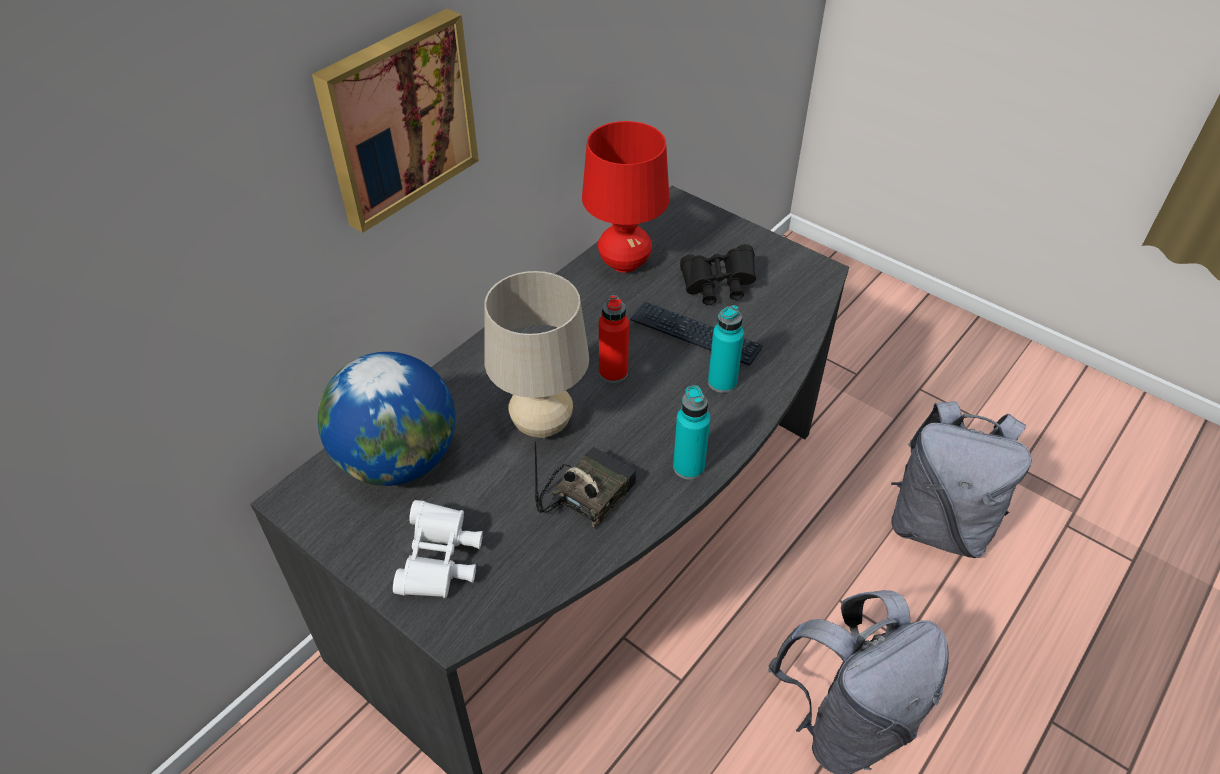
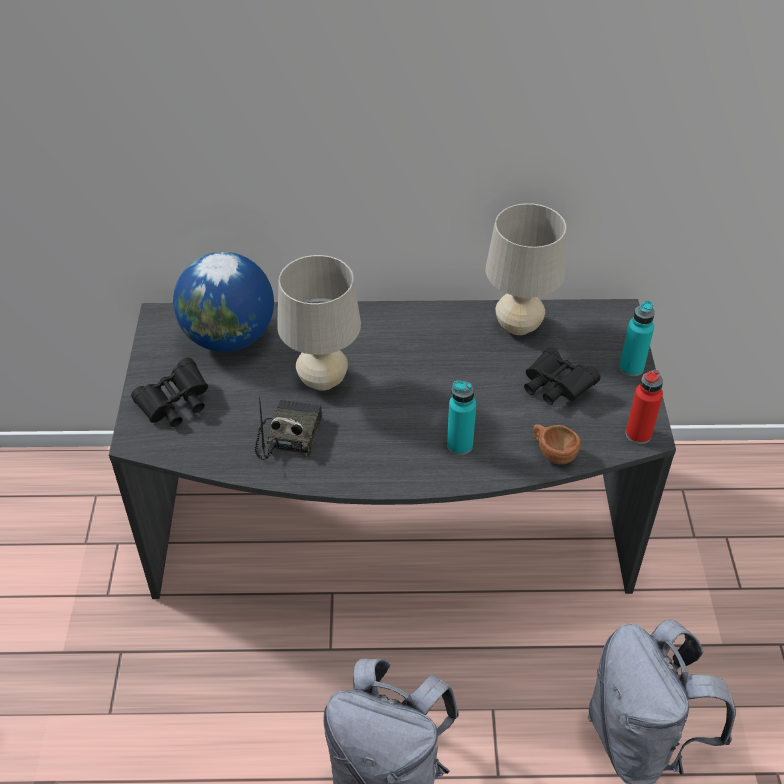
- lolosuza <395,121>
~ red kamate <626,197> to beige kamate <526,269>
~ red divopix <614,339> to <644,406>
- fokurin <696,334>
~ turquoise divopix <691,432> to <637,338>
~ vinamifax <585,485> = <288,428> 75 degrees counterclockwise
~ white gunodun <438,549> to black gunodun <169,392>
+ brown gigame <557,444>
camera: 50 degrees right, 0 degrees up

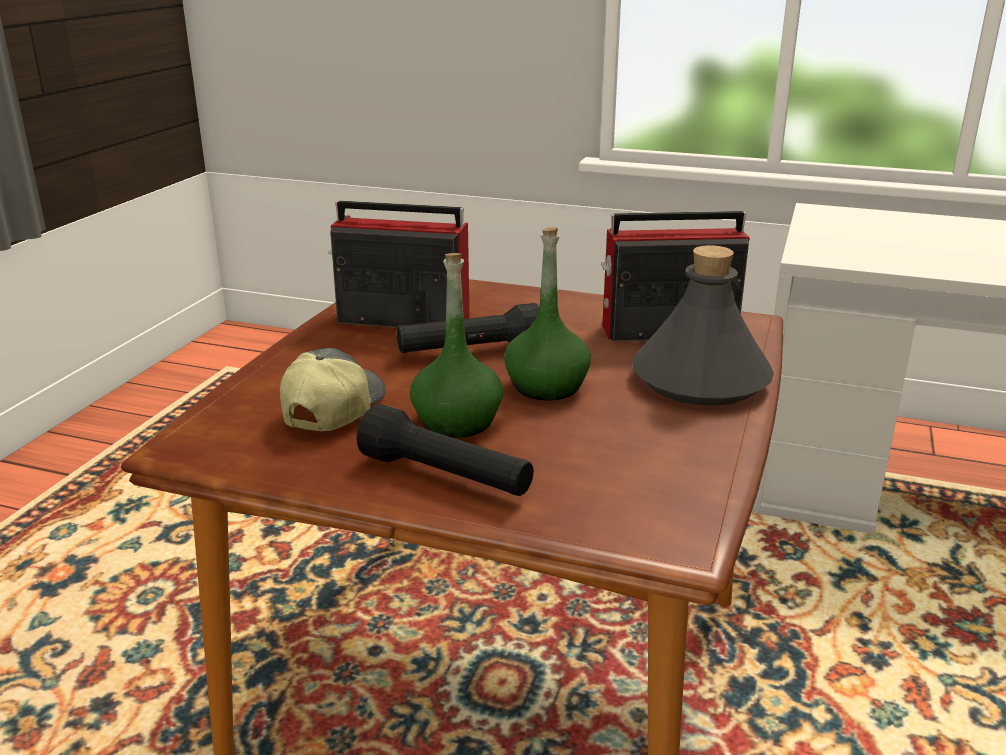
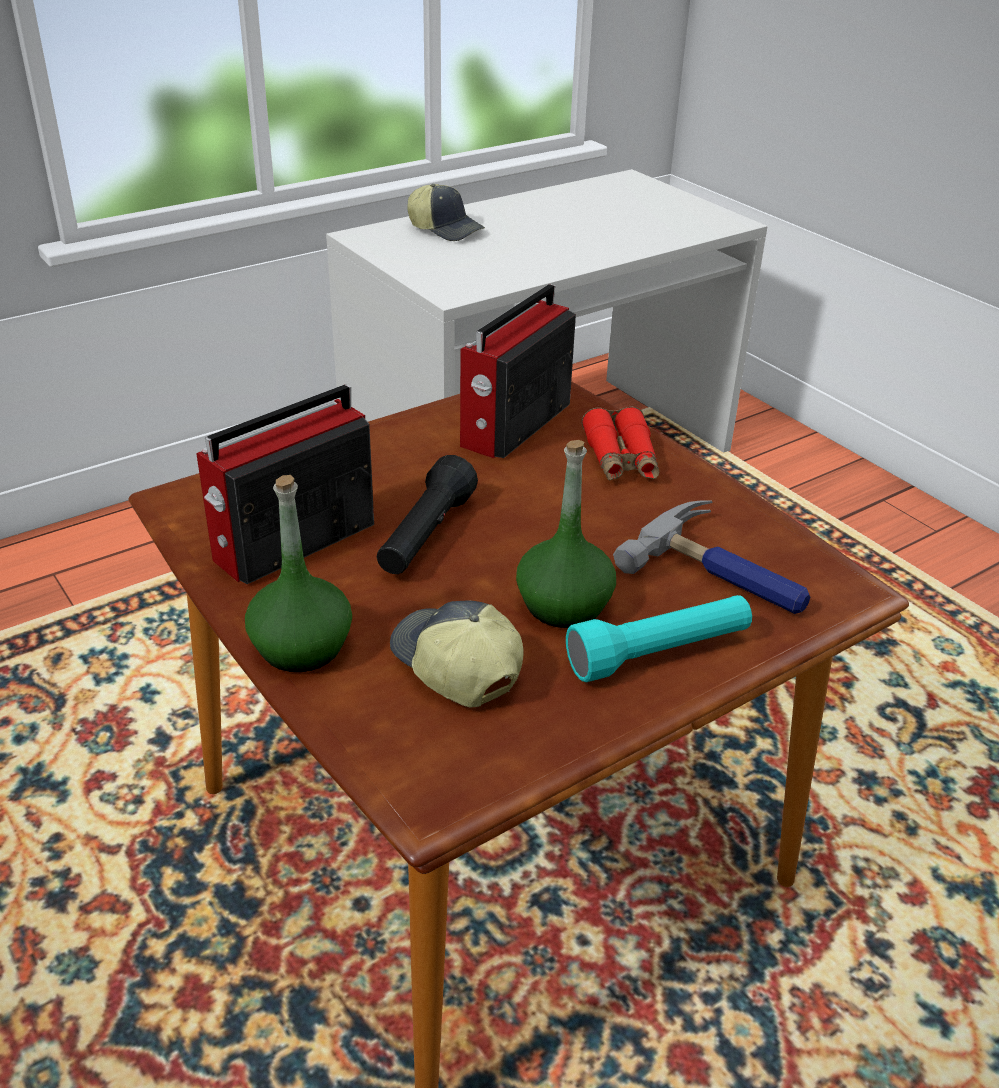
~ green divopix <547,314> to <298,573>
~ grey divopix <703,325> to red gunodun <620,444>
~ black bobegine <445,449> to turquoise bobegine <659,638>
+ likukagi <446,212>
+ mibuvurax <711,557>
camera: 55 degrees left, 10 degrees up

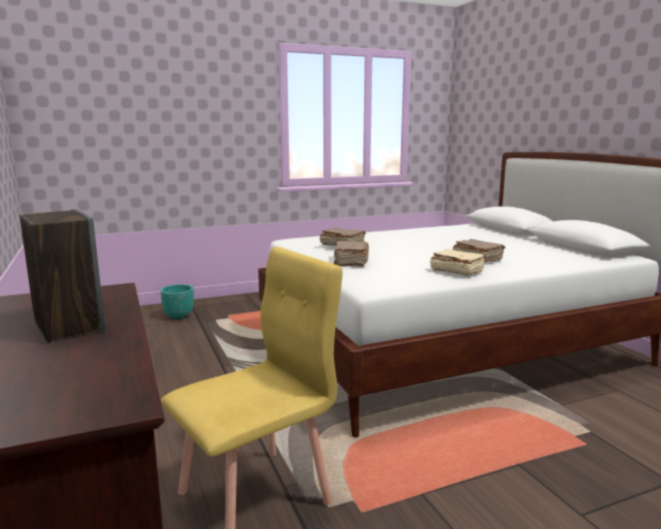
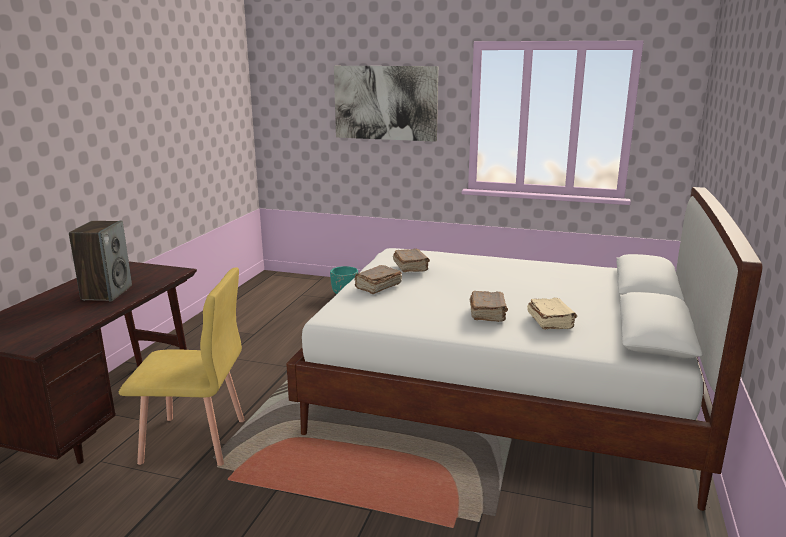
~ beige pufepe <458,262> to <552,313>
+ lolosuza <386,104>
camera: 40 degrees right, 5 degrees up

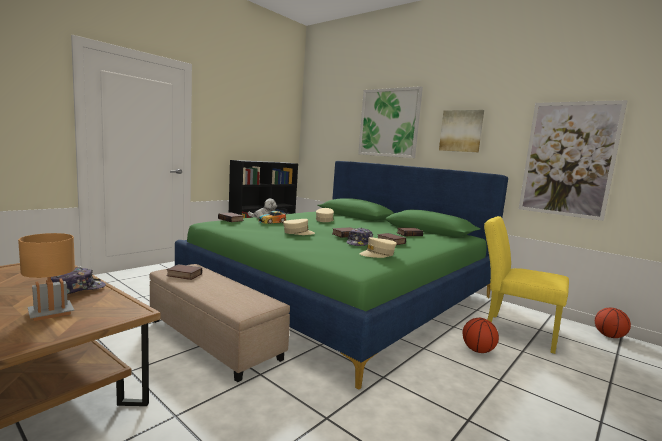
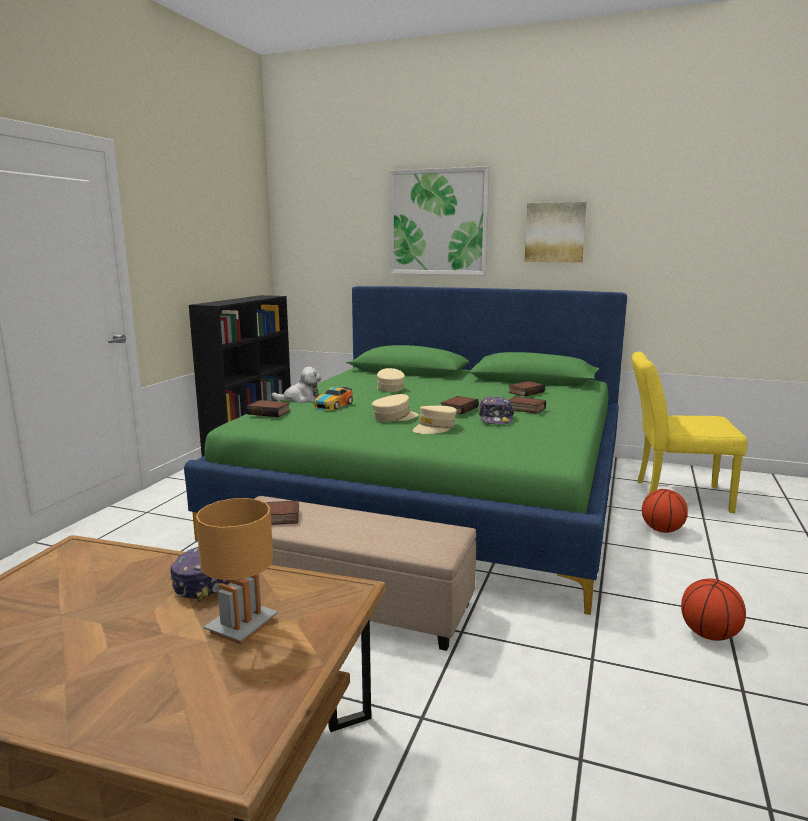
- lolosuza <573,160>
~ beige likukagi <378,247> to <435,420>
~ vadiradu <613,323> to <713,610>
camera: 20 degrees left, 5 degrees up

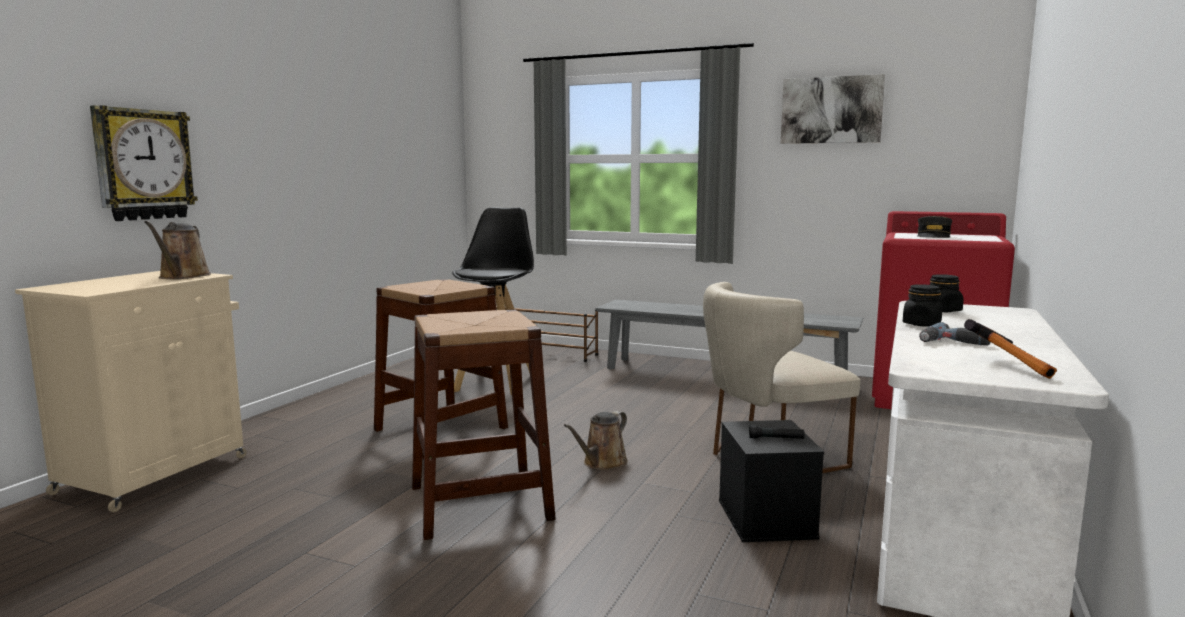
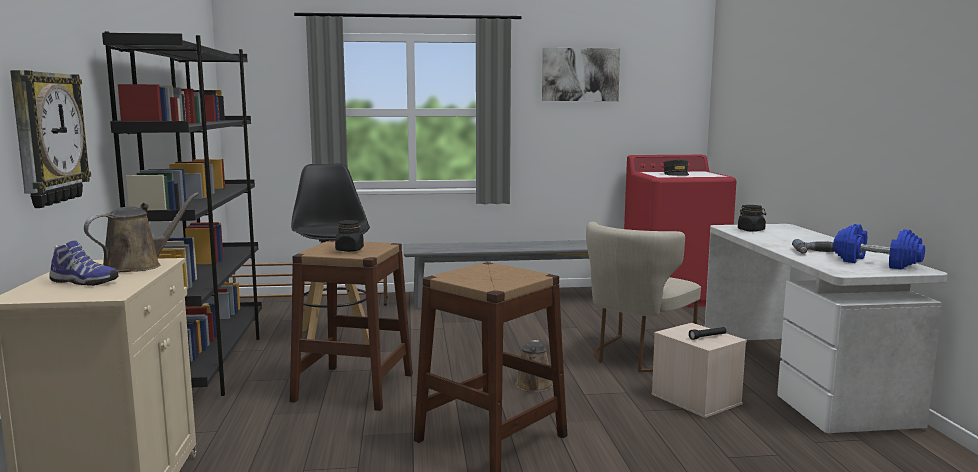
~ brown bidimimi <177,250> = <141,232> 105 degrees counterclockwise
~ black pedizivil <923,305> to <349,236>
~ mibuvurax <1010,349> to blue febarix <879,247>
~ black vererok <771,481> to beige vererok <699,370>
+ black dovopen <182,213>
+ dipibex <83,263>
camera: 30 degrees left, 0 degrees up

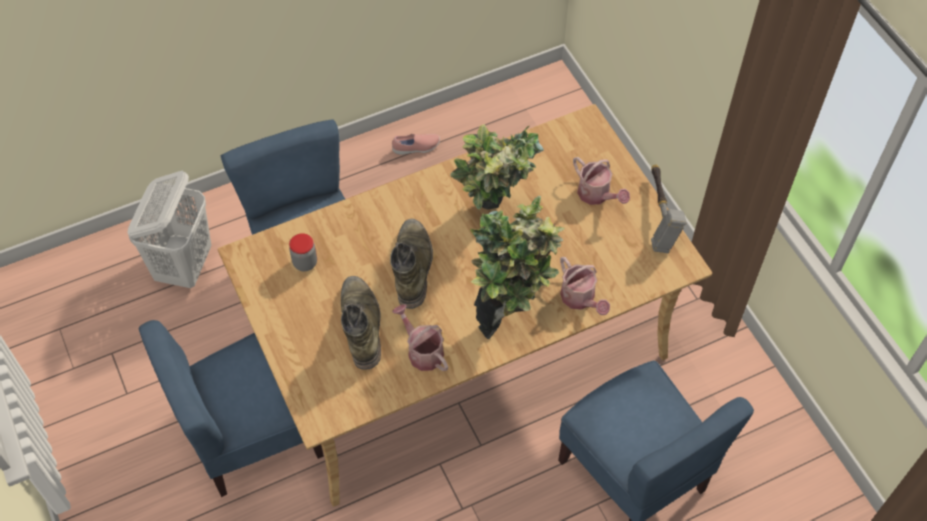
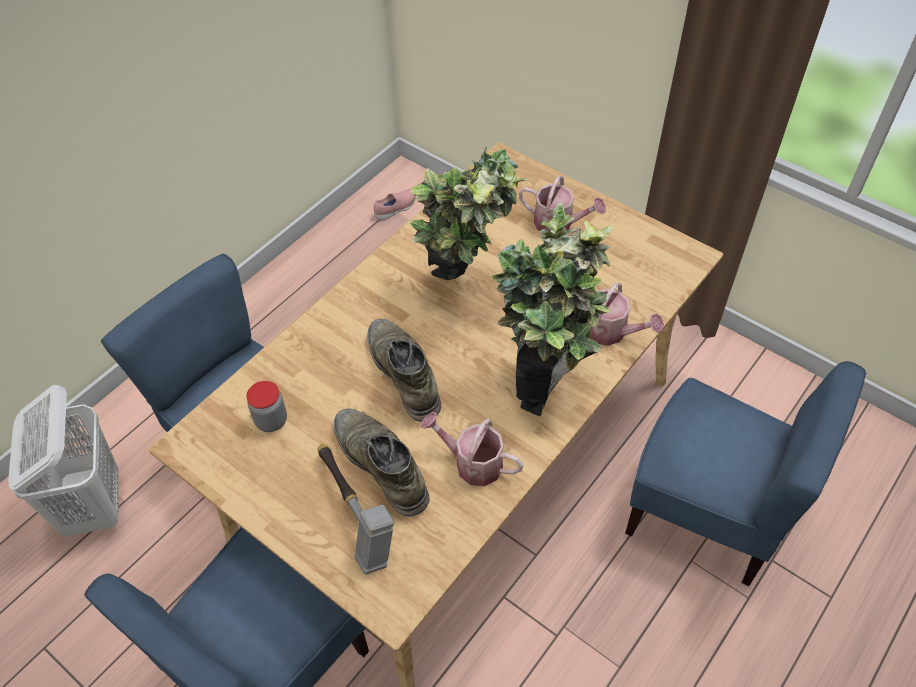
~ pink dipibex <416,144> to <395,204>
~ mibuvurax <668,209> to <356,509>
camera: 25 degrees left, 5 degrees down

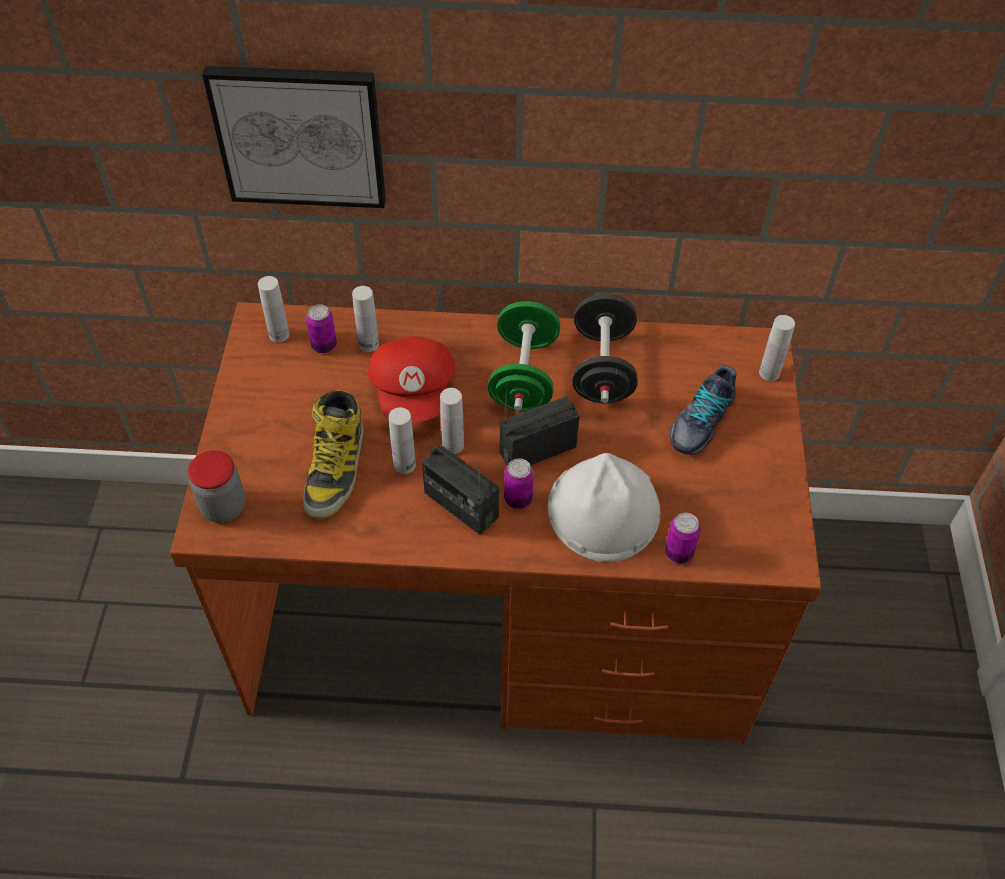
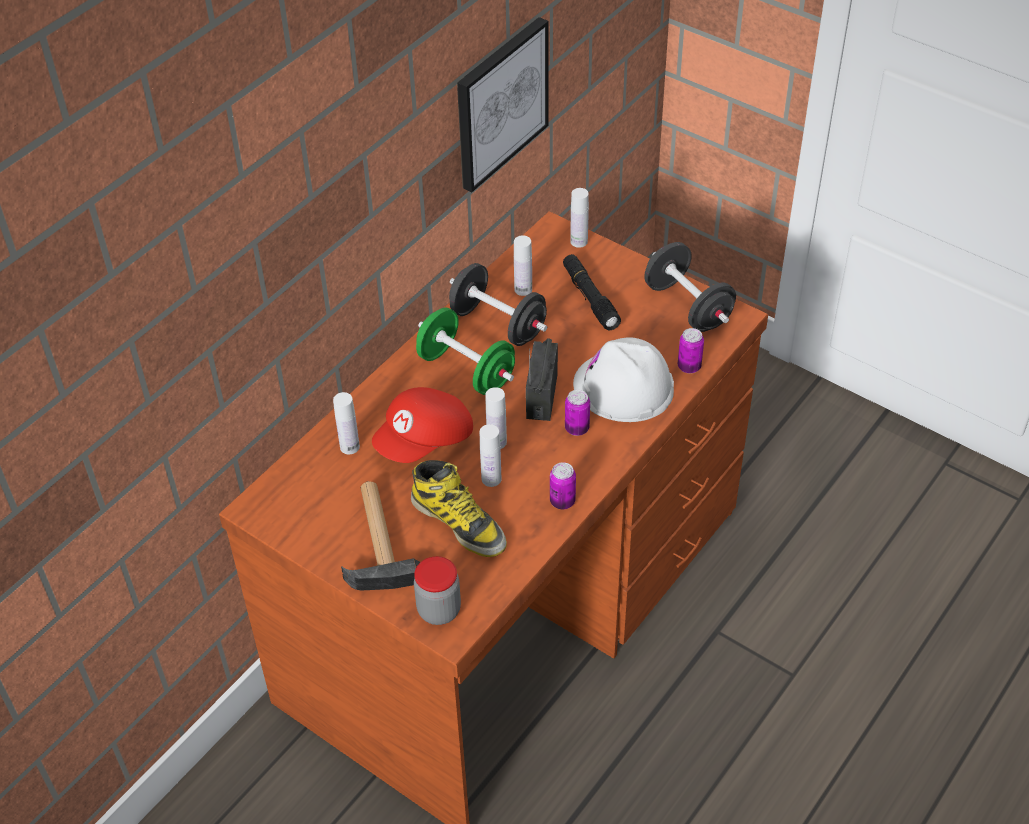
~ lolosuza <294,137> to <502,104>
~ white divopix <273,309> to <523,265>
~ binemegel <321,328> to <563,485>
~ red likukagi <412,379> = <422,425> 105 degrees clockwise
~ dipibex <703,410> to black bobegine <592,292>
- vinamifax <460,490>
+ black febarix <690,287>
+ mibuvurax <380,535>
camera: 55 degrees left, 5 degrees down

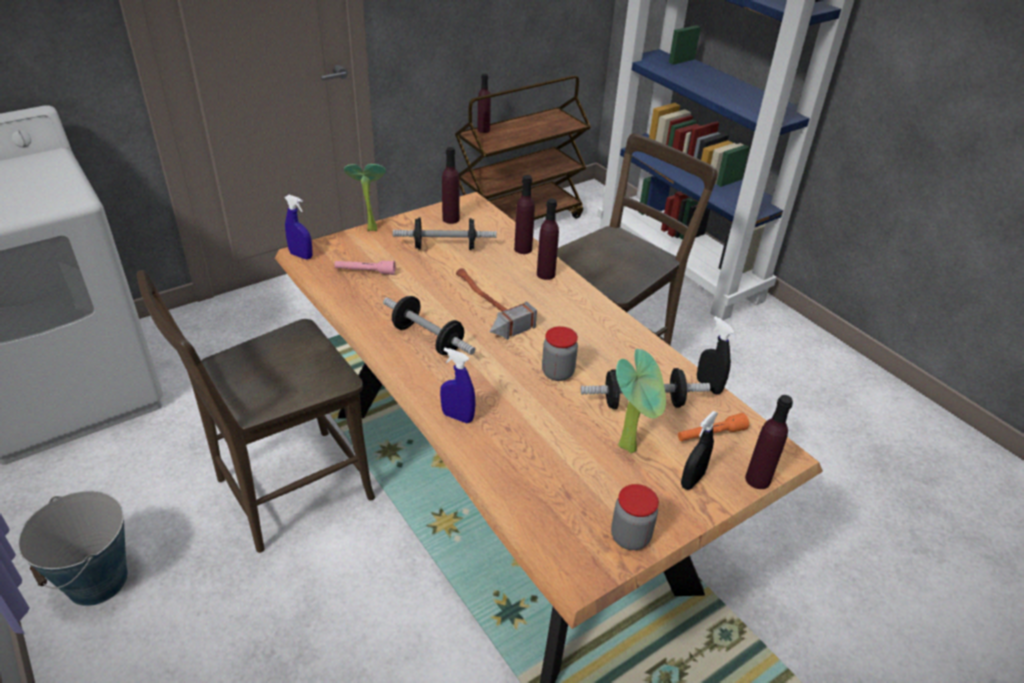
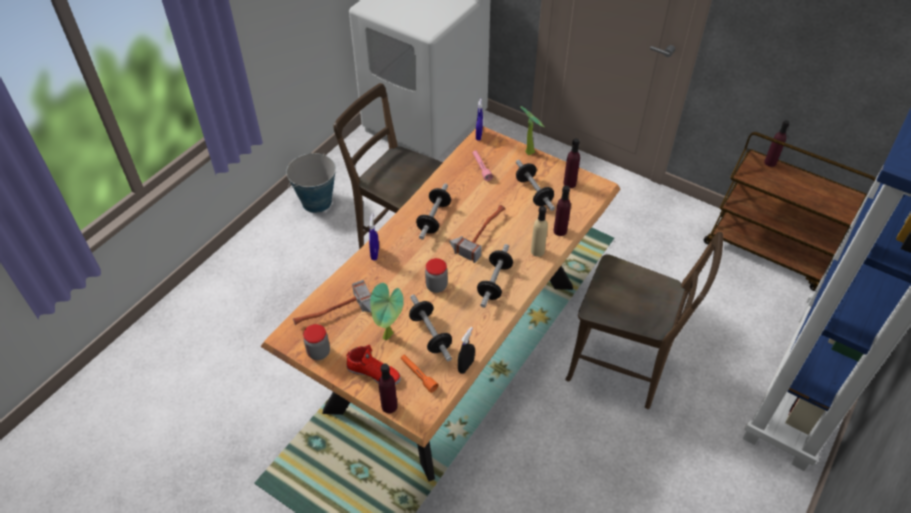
~ purple divopix <548,239> to beige divopix <539,231>
~ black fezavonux <699,450> to red dipibex <374,365>
+ febarix <495,276>
+ mibuvurax <332,302>
camera: 70 degrees right, 10 degrees up

